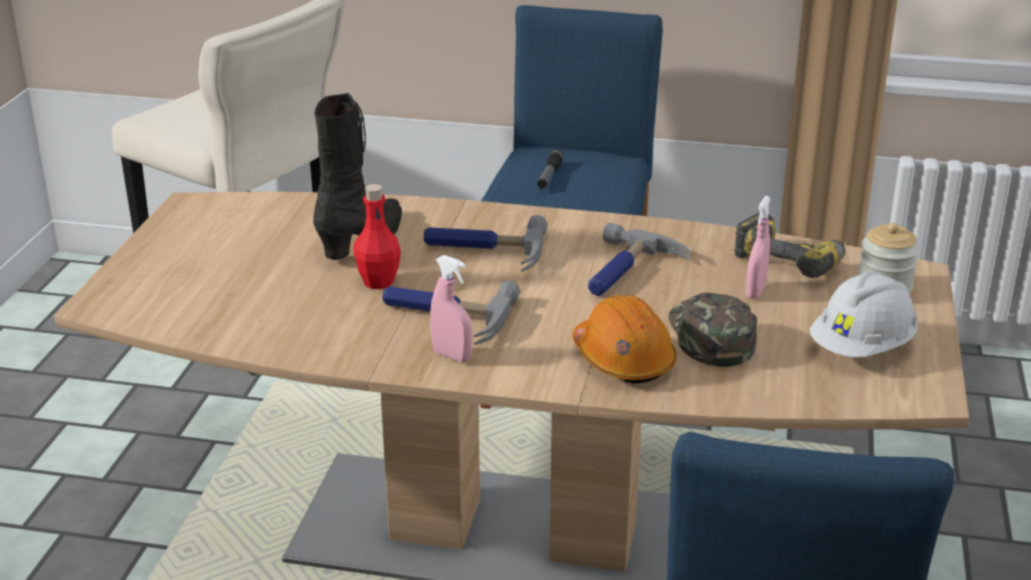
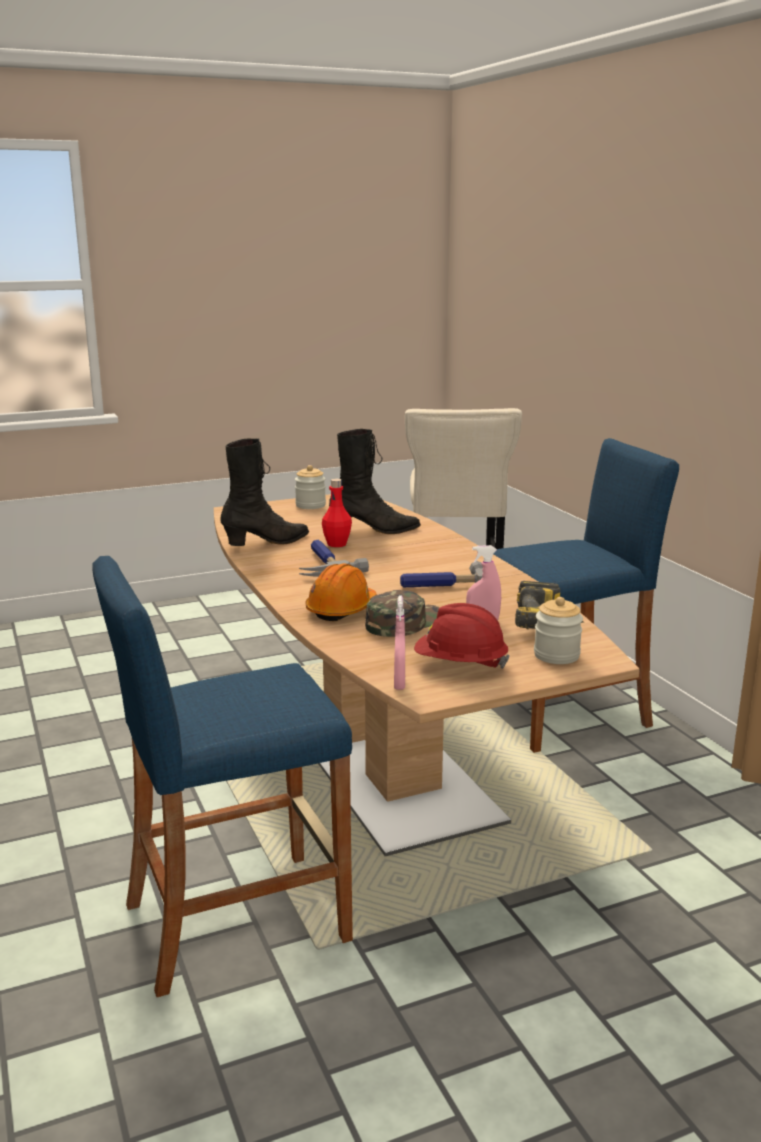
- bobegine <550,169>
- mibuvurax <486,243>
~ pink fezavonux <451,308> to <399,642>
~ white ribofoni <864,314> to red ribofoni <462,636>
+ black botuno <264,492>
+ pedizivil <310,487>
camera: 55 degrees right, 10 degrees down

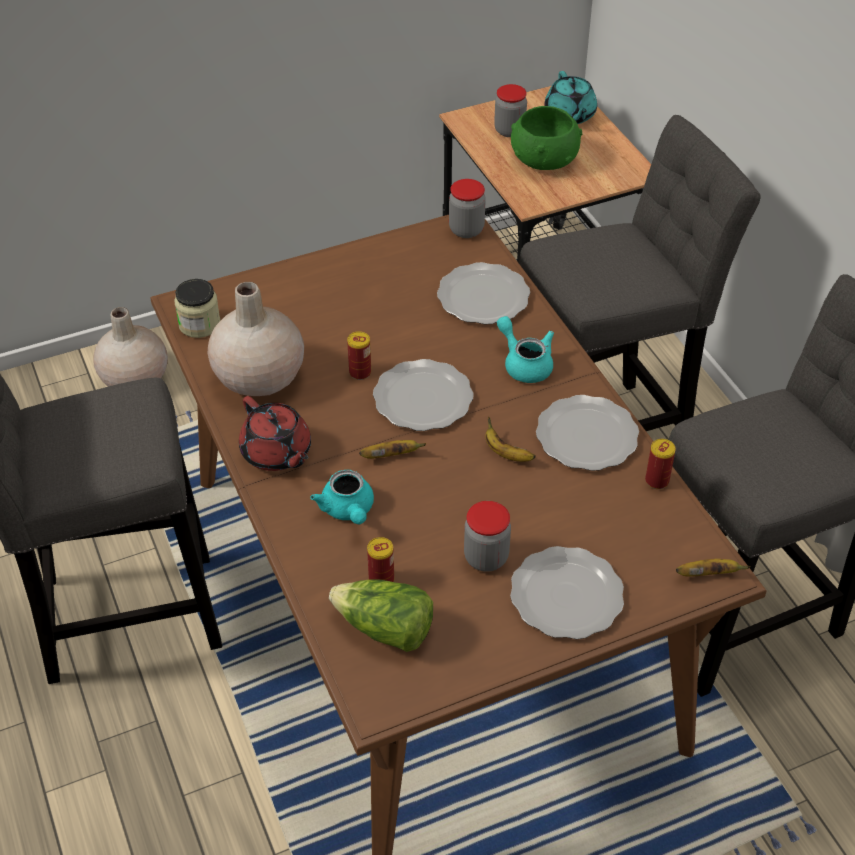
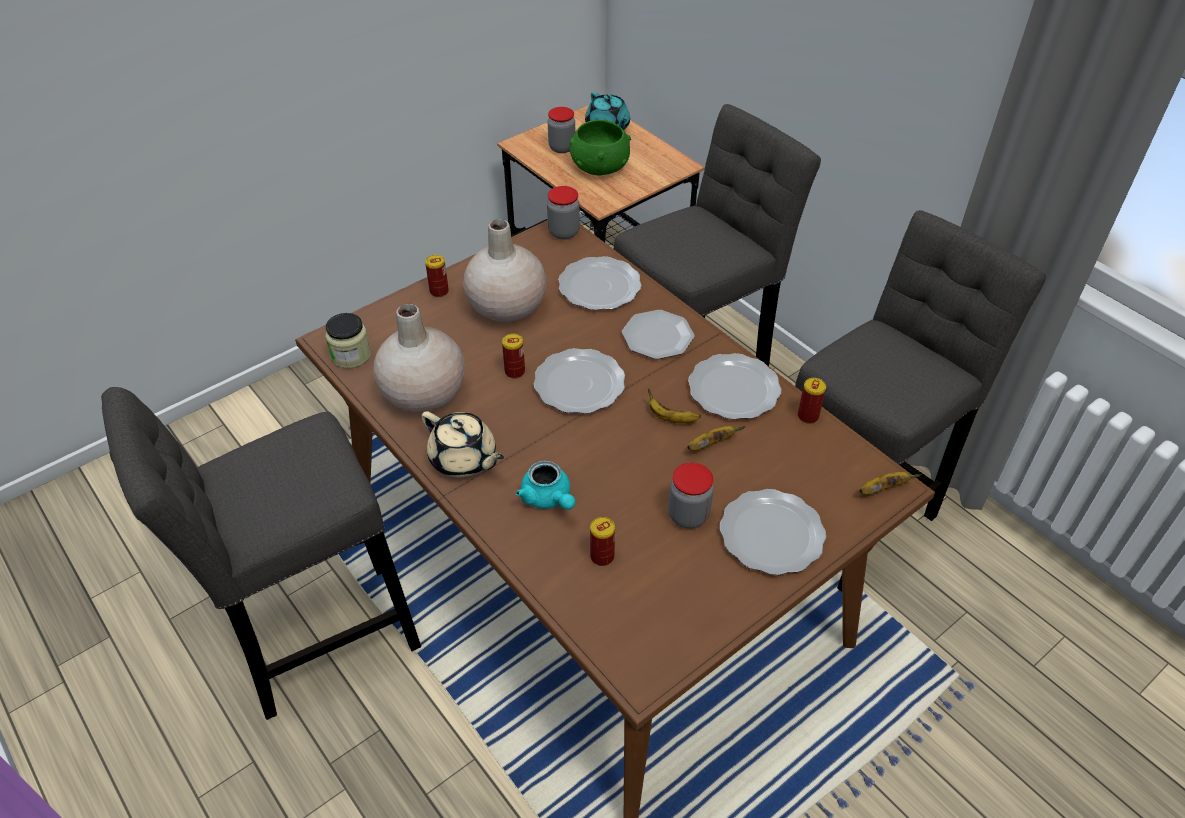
~ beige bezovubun <130,347> to <504,270>
~ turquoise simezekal <525,349> to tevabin <658,334>
~ red simezekal <275,433> to beige simezekal <462,444>
~ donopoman <392,449> to <716,438>
- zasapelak <381,616>
+ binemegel <437,276>
camera: 15 degrees left, 0 degrees up

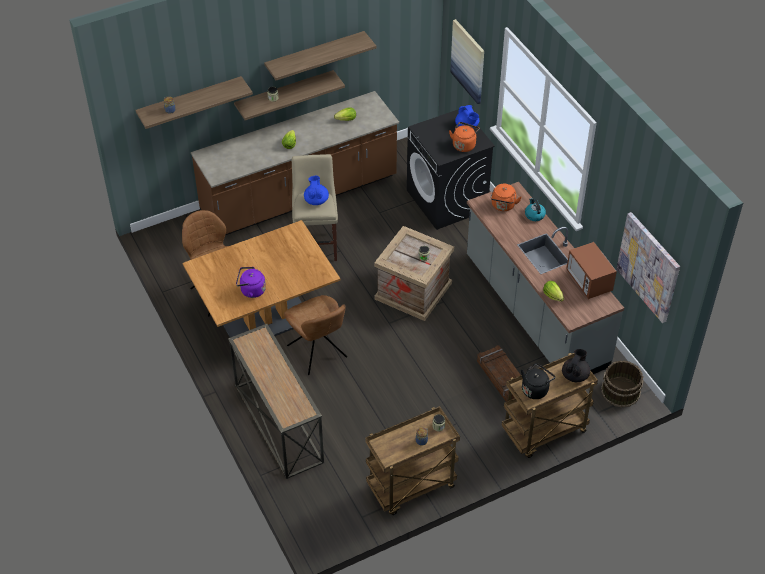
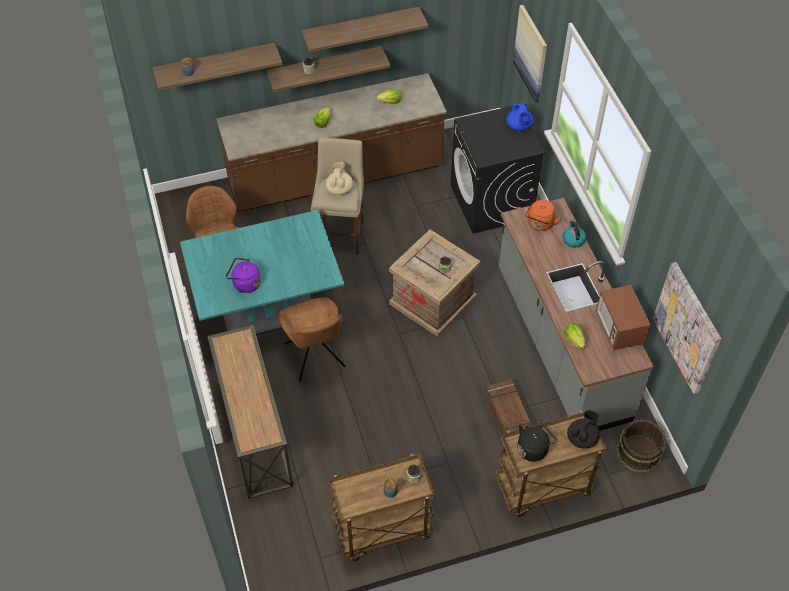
- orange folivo <464,137>
~ blue simezekal <316,190> to beige simezekal <339,178>
~ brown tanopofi <261,279> to turquoise tanopofi <262,273>
camera: 10 degrees right, 5 degrees up

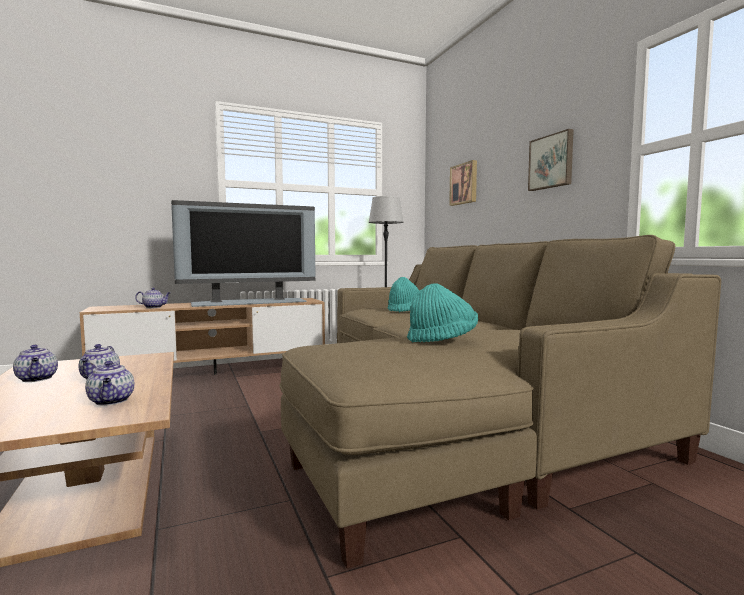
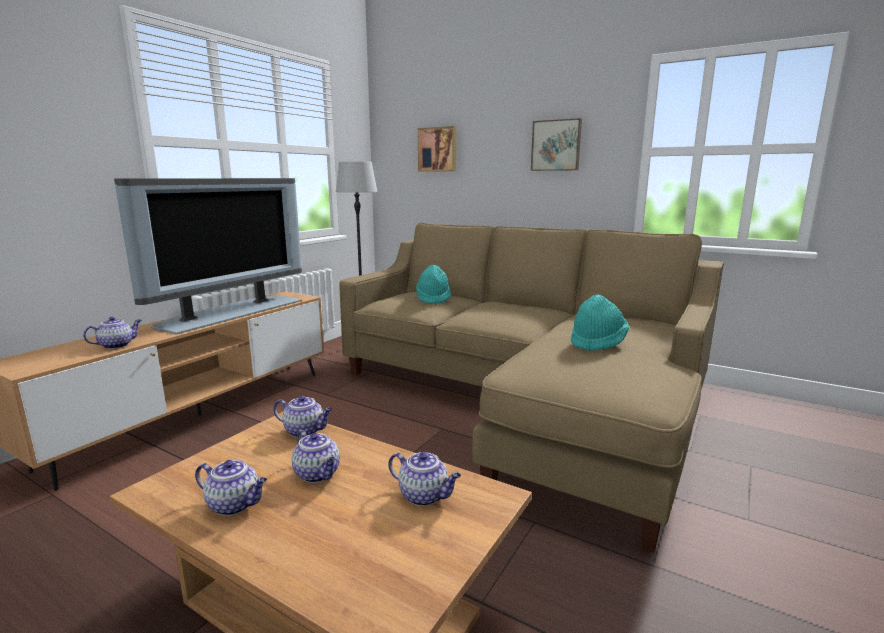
+ simezekal <303,416>
camera: 35 degrees left, 10 degrees up

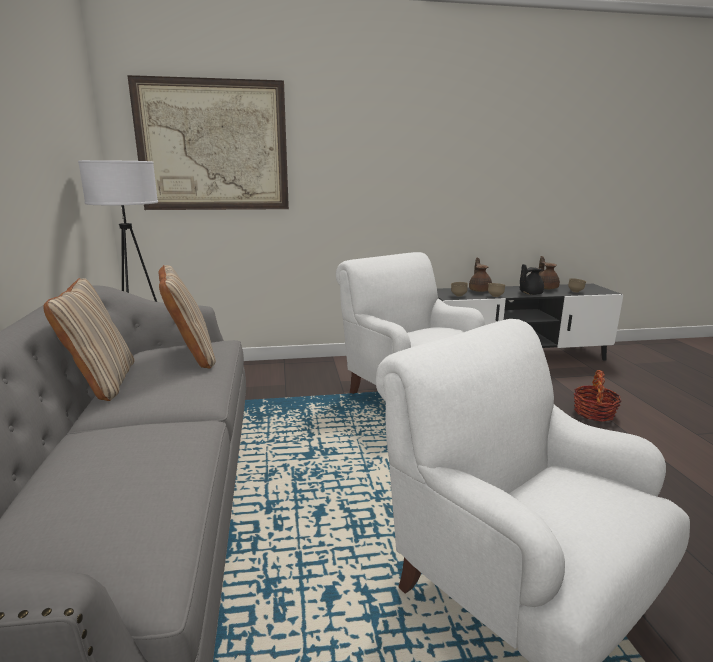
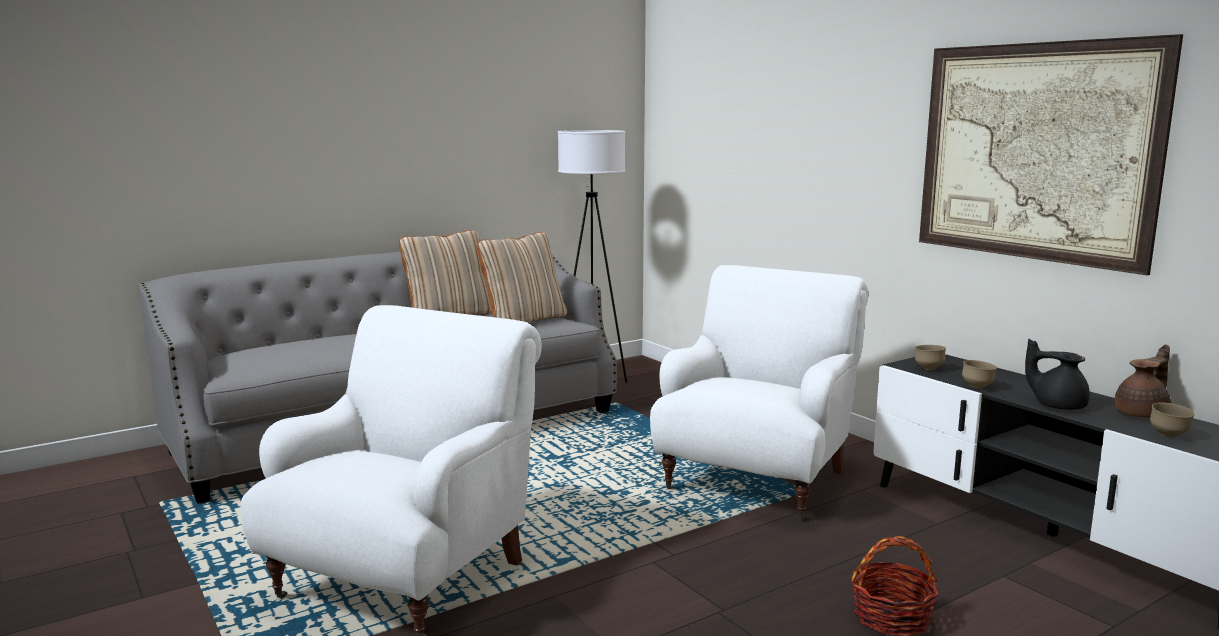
~ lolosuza <208,142> to <1051,154>
- brown simezekal <480,275>
camera: 65 degrees right, 5 degrees down

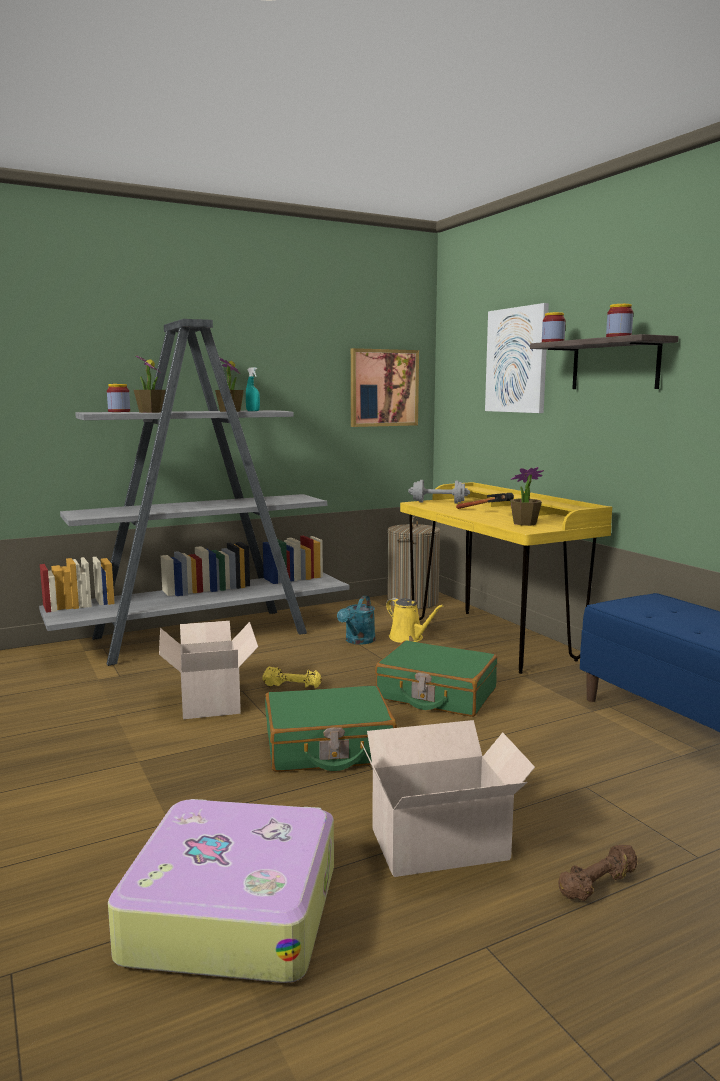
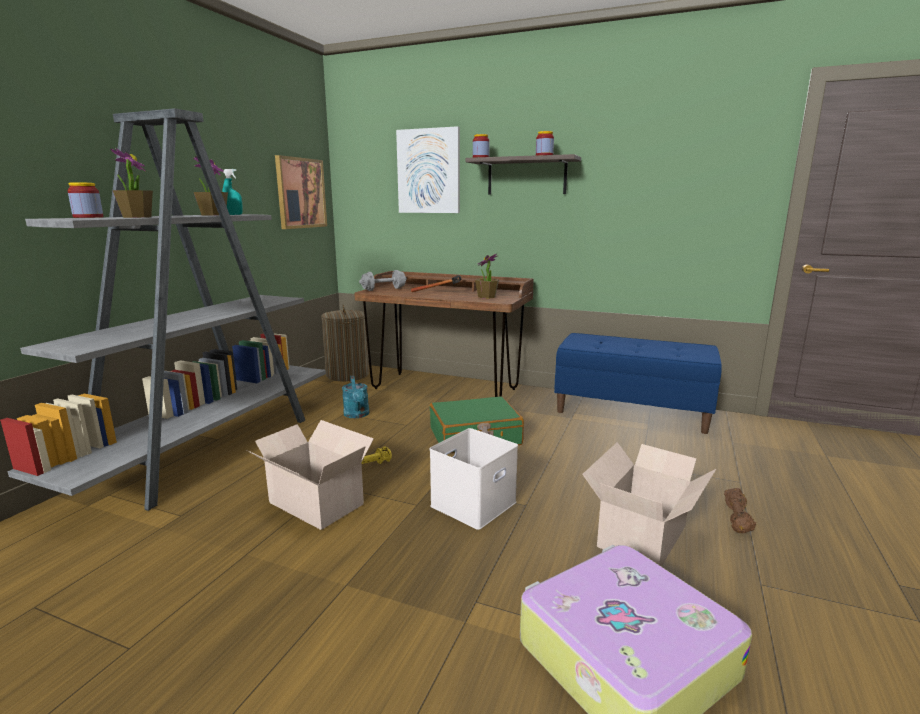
~ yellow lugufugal <506,578> to brown lugufugal <444,334>
- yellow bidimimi <414,620>
~ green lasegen <331,728> to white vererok <474,479>
camera: 40 degrees left, 5 degrees up

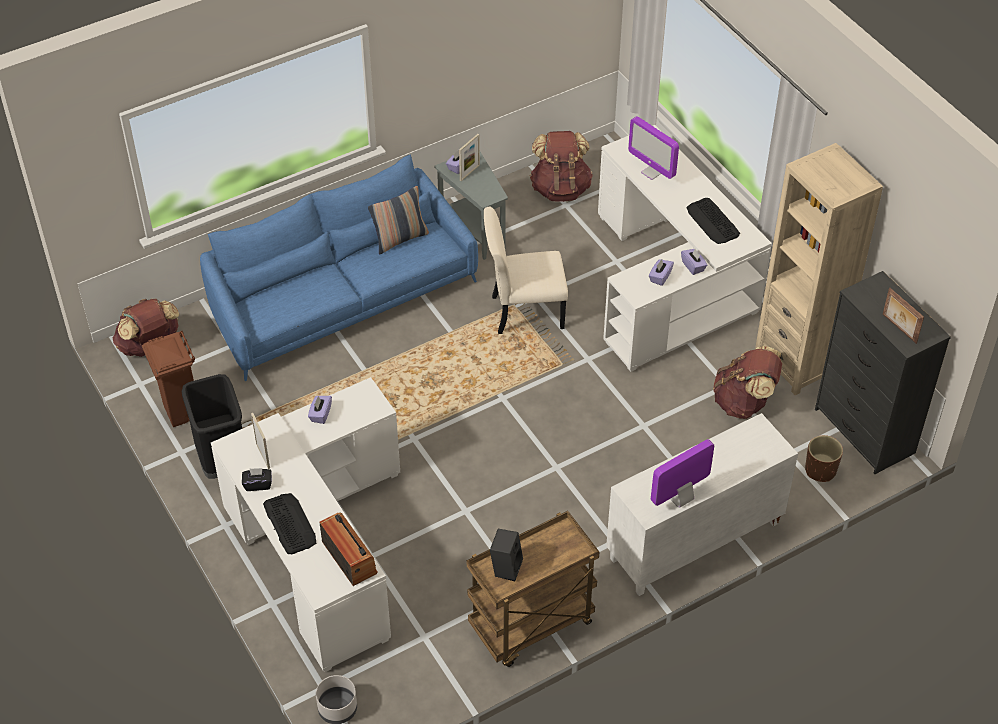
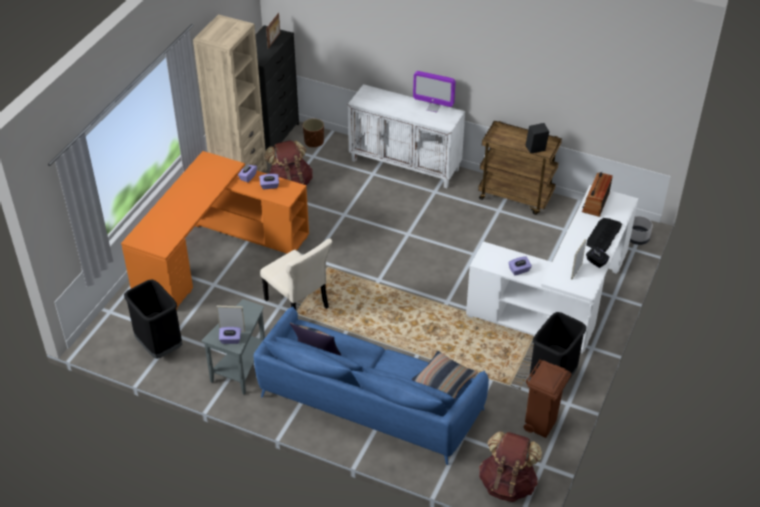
- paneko <653,148>
~ white lugufugal <685,248> to orange lugufugal <215,230>
~ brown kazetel <561,166> to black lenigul <153,319>
- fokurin <713,221>
+ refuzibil <445,374>
camera: 125 degrees left, 5 degrees down

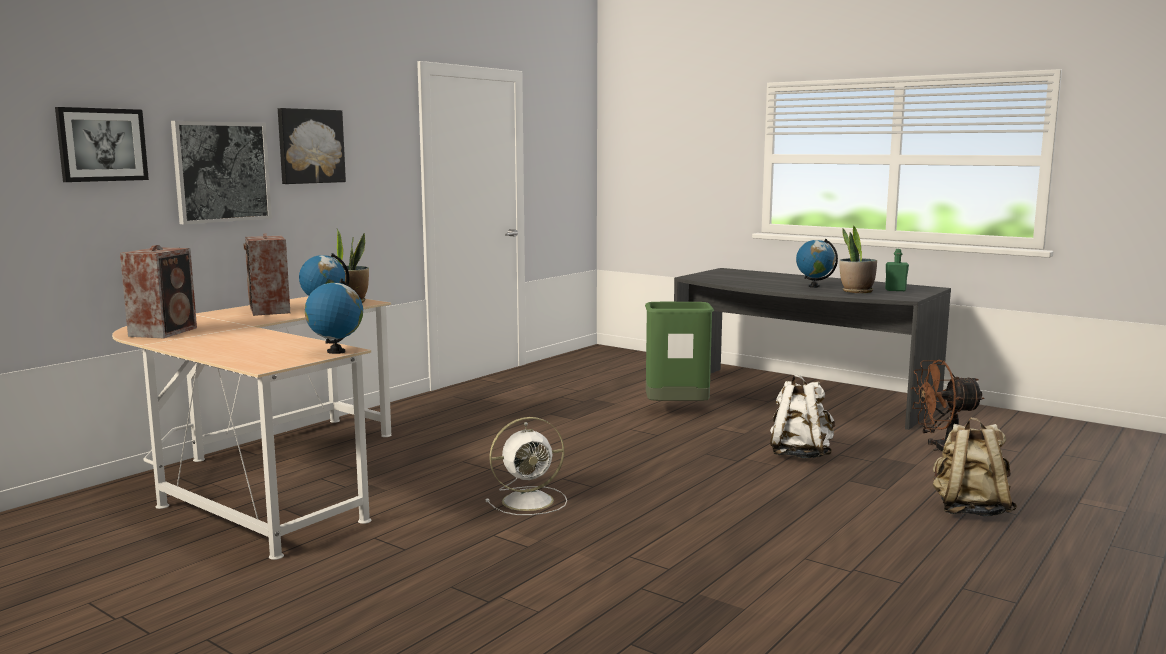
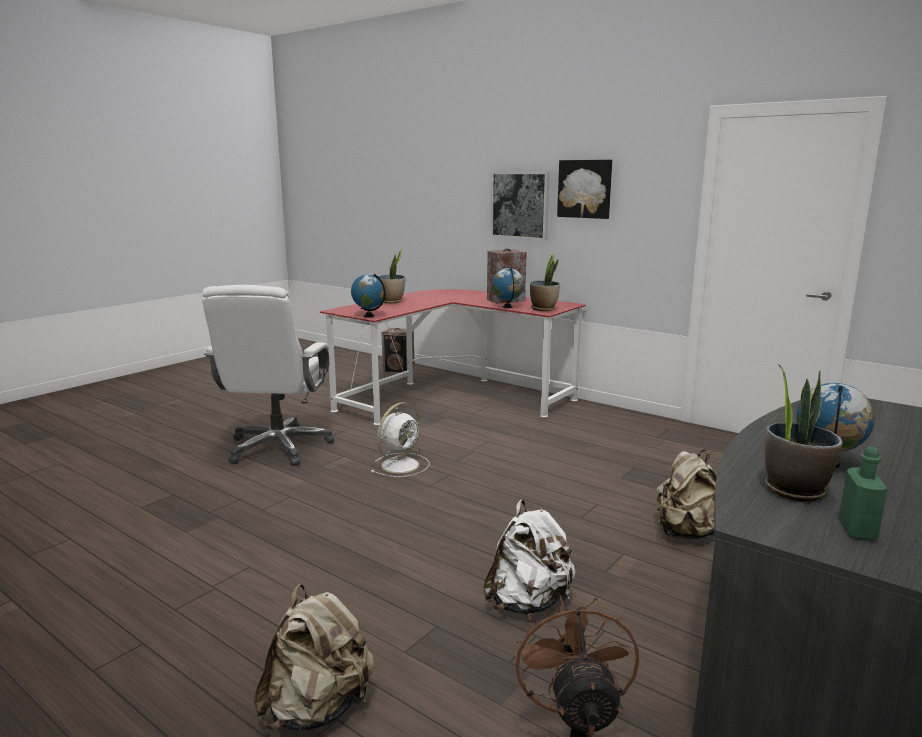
- lolosuza <102,144>
~ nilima <158,291> to <398,351>
~ beige lugufugal <252,428> to red lugufugal <453,357>
~ green lenigul <679,351> to beige kazetel <686,494>
~ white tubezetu <526,466> = <400,439> 120 degrees counterclockwise
+ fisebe <391,276>
+ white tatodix <268,375>
camera: 90 degrees right, 5 degrees up

